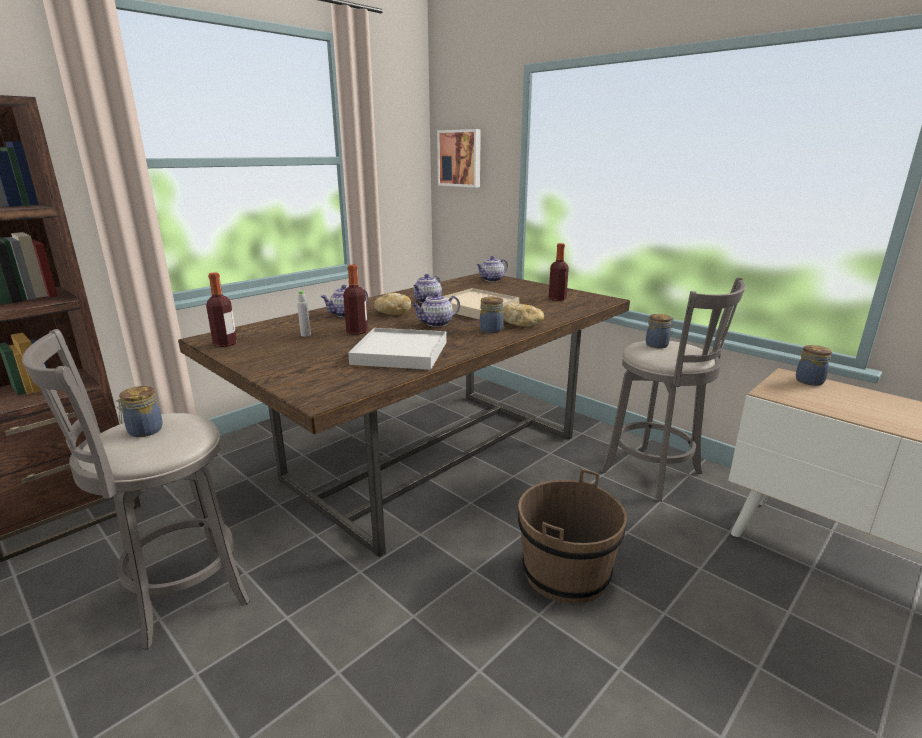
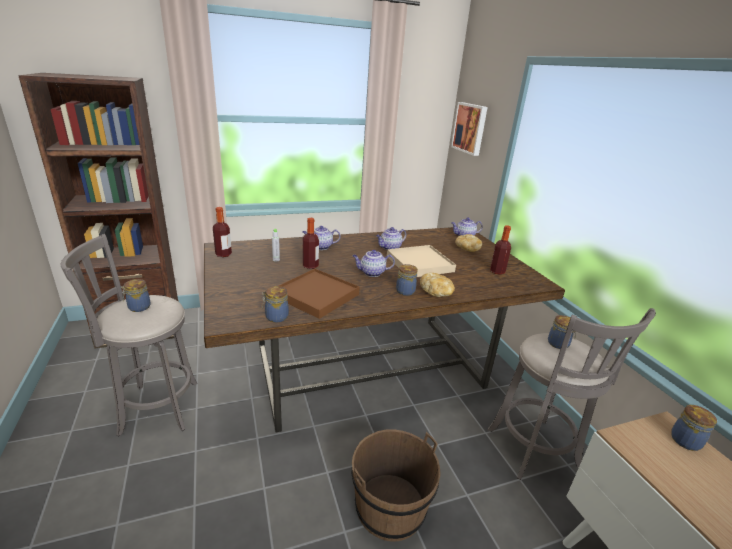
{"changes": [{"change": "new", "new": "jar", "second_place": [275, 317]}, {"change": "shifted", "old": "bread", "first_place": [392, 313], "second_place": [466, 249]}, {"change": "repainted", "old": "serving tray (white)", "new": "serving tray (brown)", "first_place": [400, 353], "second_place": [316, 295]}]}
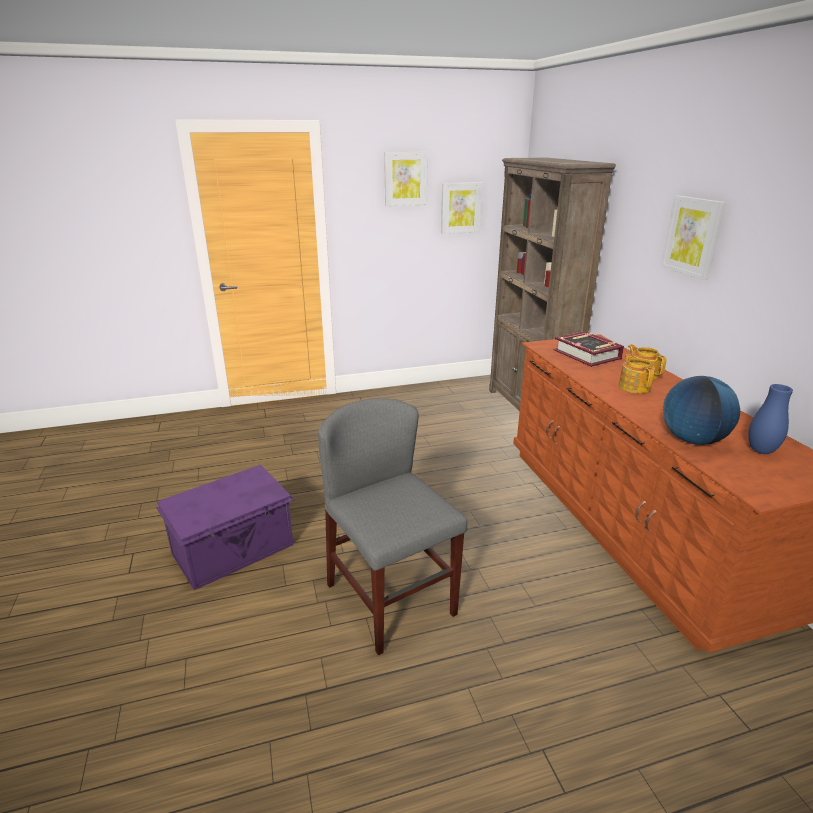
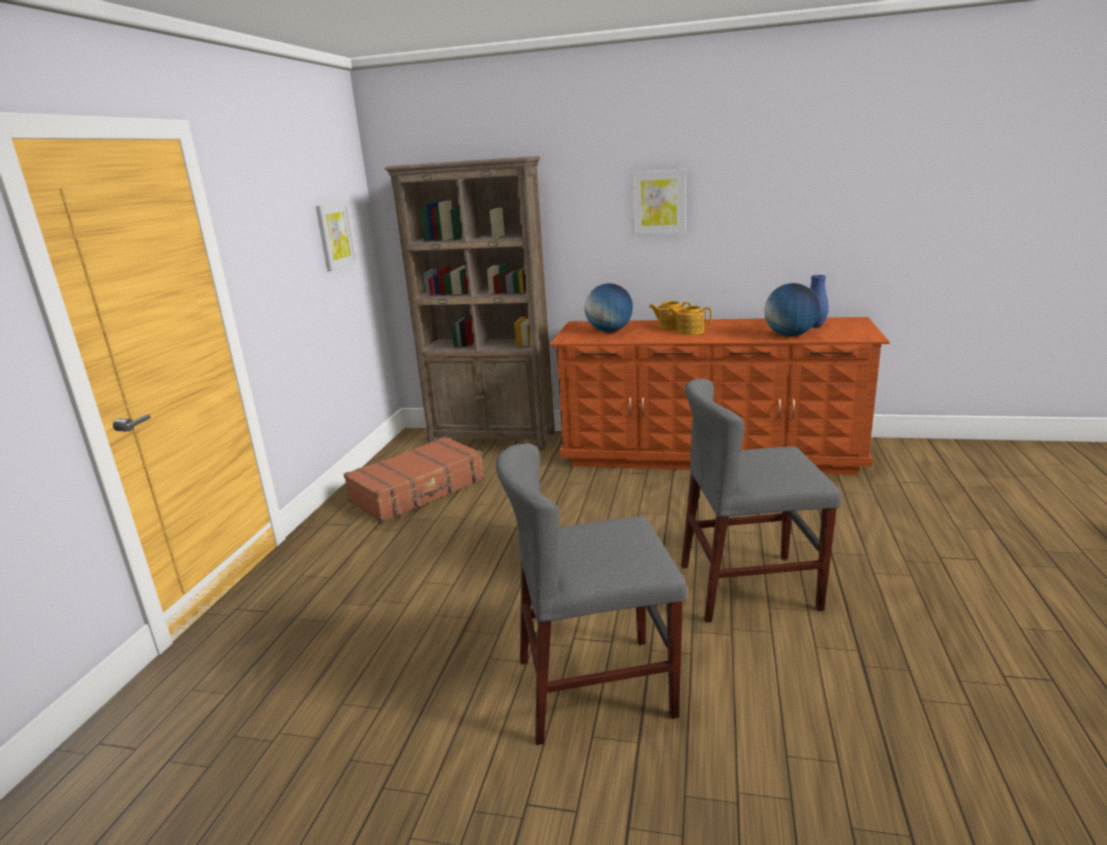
{"changes": [{"change": "gone", "old": "picture", "first_place": [405, 178]}, {"change": "new", "new": "suitcase (brown)", "second_place": [419, 491]}, {"change": "swapped", "old": "storage box (purplish)", "new": "upright chair (grey)", "first_place": [234, 550], "second_place": [595, 687]}, {"change": "swapped", "old": "book", "new": "globe", "first_place": [587, 354], "second_place": [609, 331]}]}
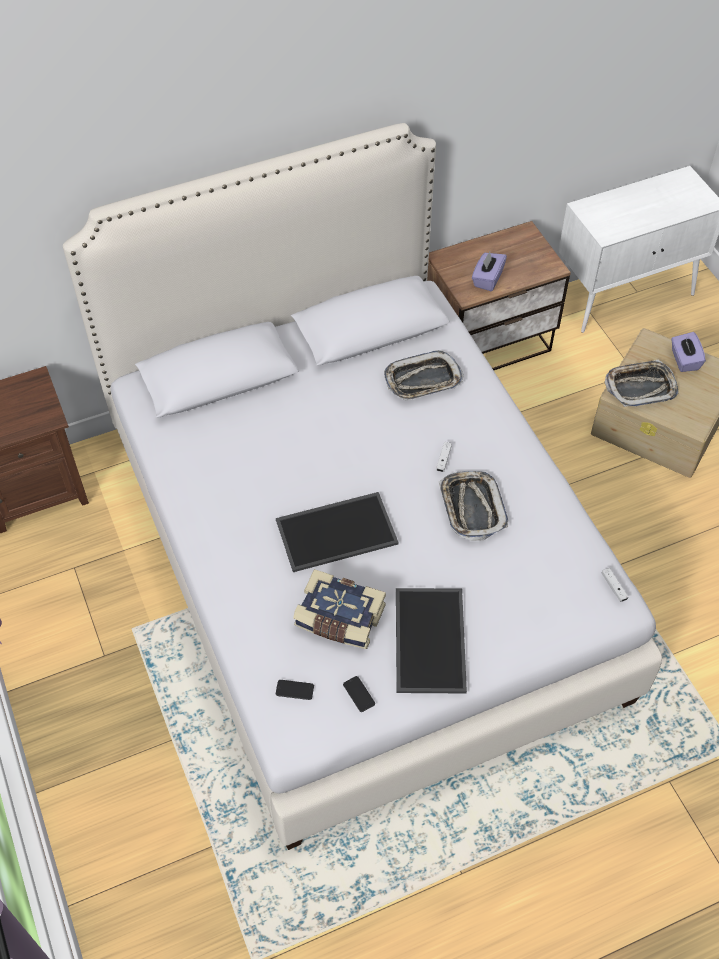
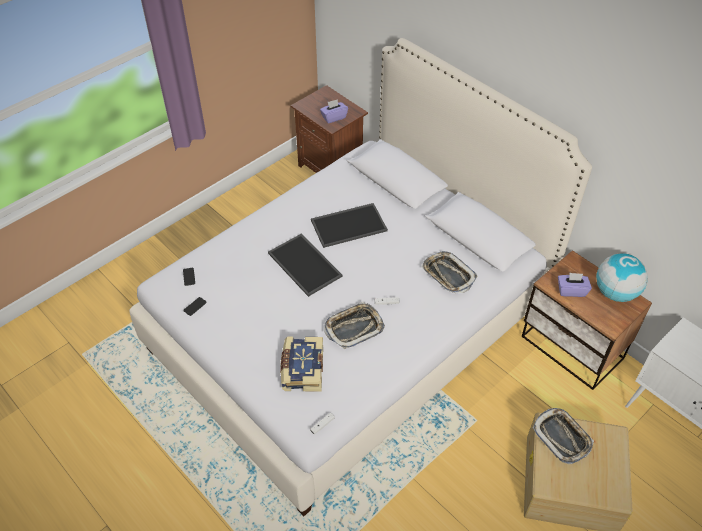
{"changes": [{"change": "new", "new": "globe", "second_place": [615, 292]}, {"change": "shifted", "old": "book", "first_place": [339, 619], "second_place": [302, 369]}, {"change": "shifted", "old": "serving tray", "first_place": [428, 639], "second_place": [349, 224]}, {"change": "shifted", "old": "tissue holder (purplish)", "first_place": [684, 360], "second_place": [334, 117]}]}
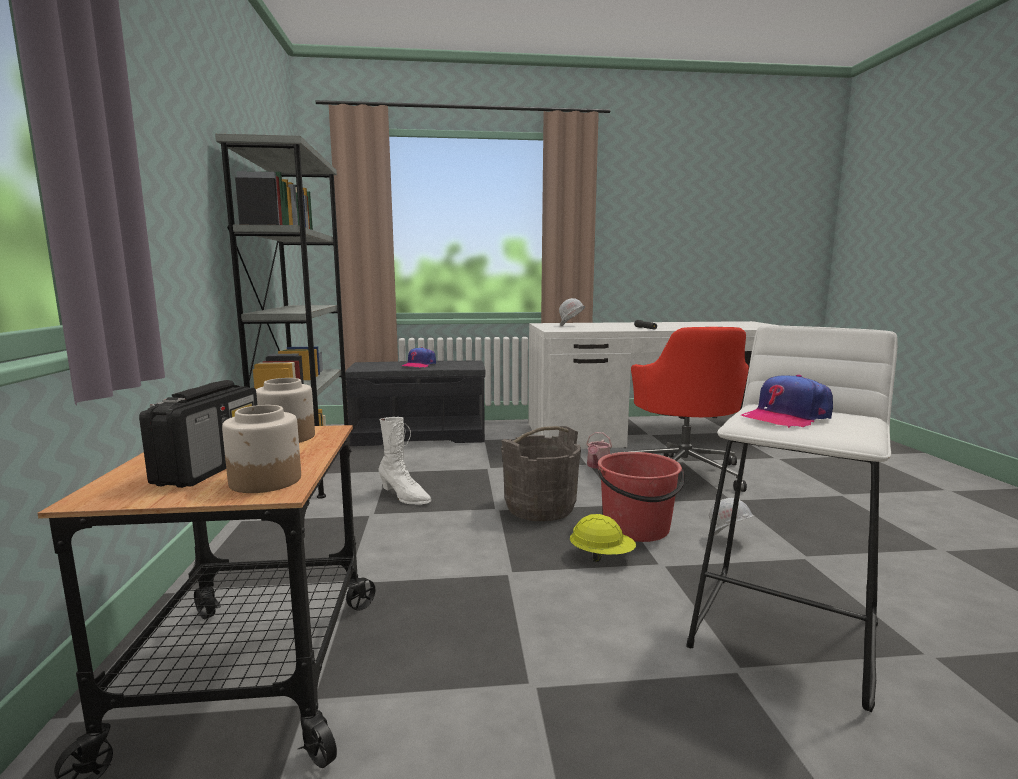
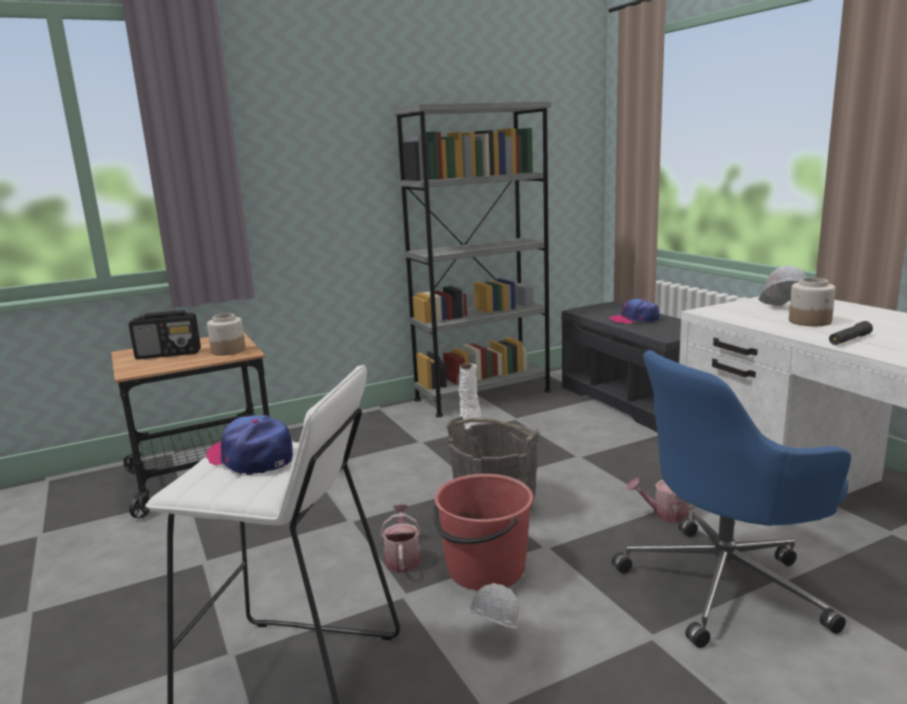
{"changes": [{"change": "shifted", "old": "jar", "first_place": [266, 481], "second_place": [810, 321]}, {"change": "swapped", "old": "safety helmet (yellow-coloured)", "new": "sprinkling can", "first_place": [602, 557], "second_place": [402, 558]}, {"change": "repainted", "old": "desk chair (reddish)", "new": "desk chair (blue-coloured)", "first_place": [684, 472], "second_place": [726, 584]}]}
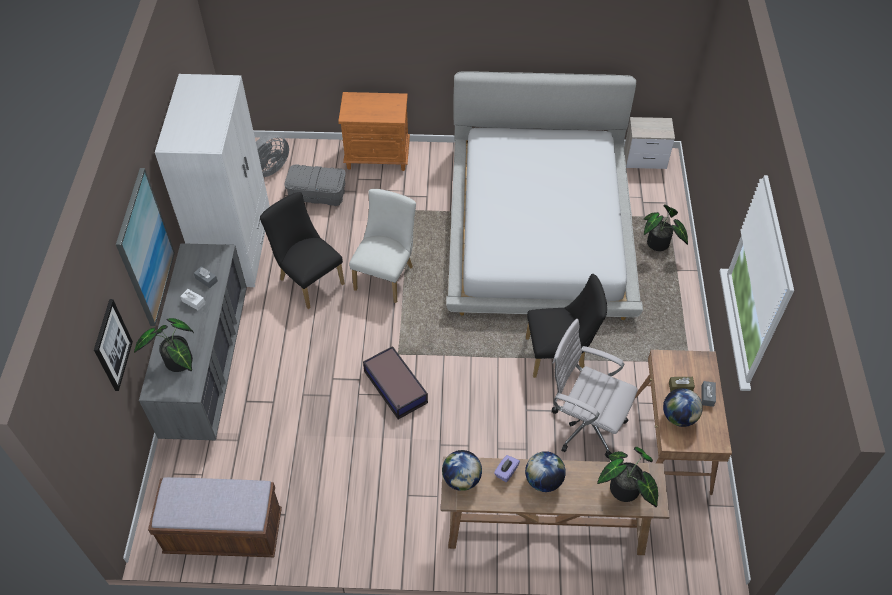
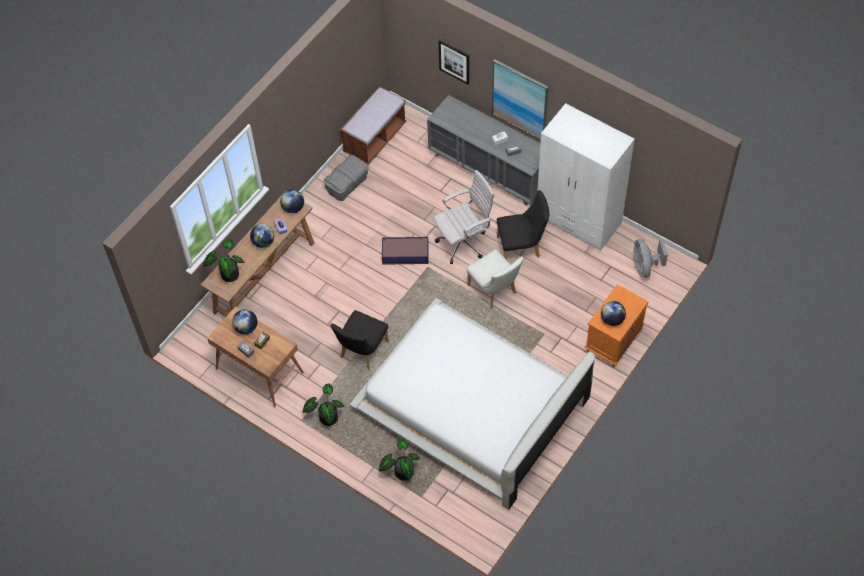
{"changes": [{"change": "gone", "old": "night table", "first_place": [645, 159]}, {"change": "new", "new": "globe", "second_place": [612, 319]}, {"change": "shifted", "old": "potted plant", "first_place": [178, 364], "second_place": [326, 417]}, {"change": "shifted", "old": "storage box (grey)", "first_place": [317, 194], "second_place": [347, 184]}, {"change": "shifted", "old": "desk chair (white)", "first_place": [584, 424], "second_place": [464, 242]}]}
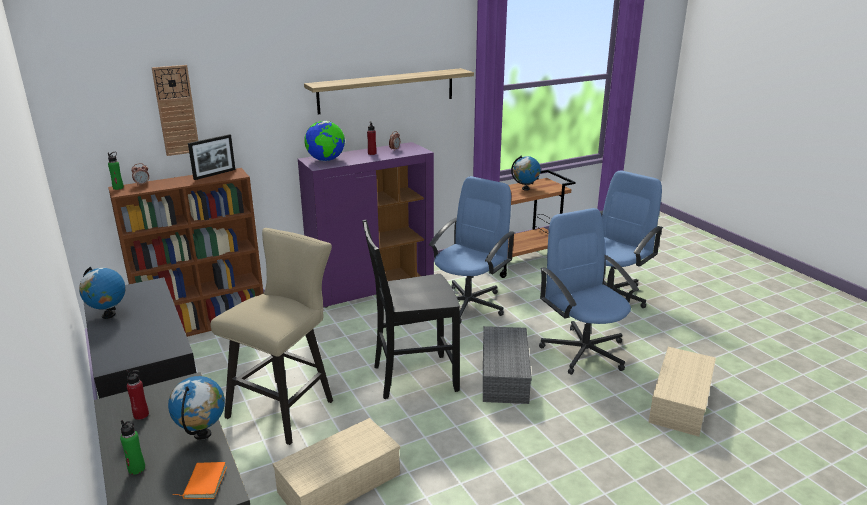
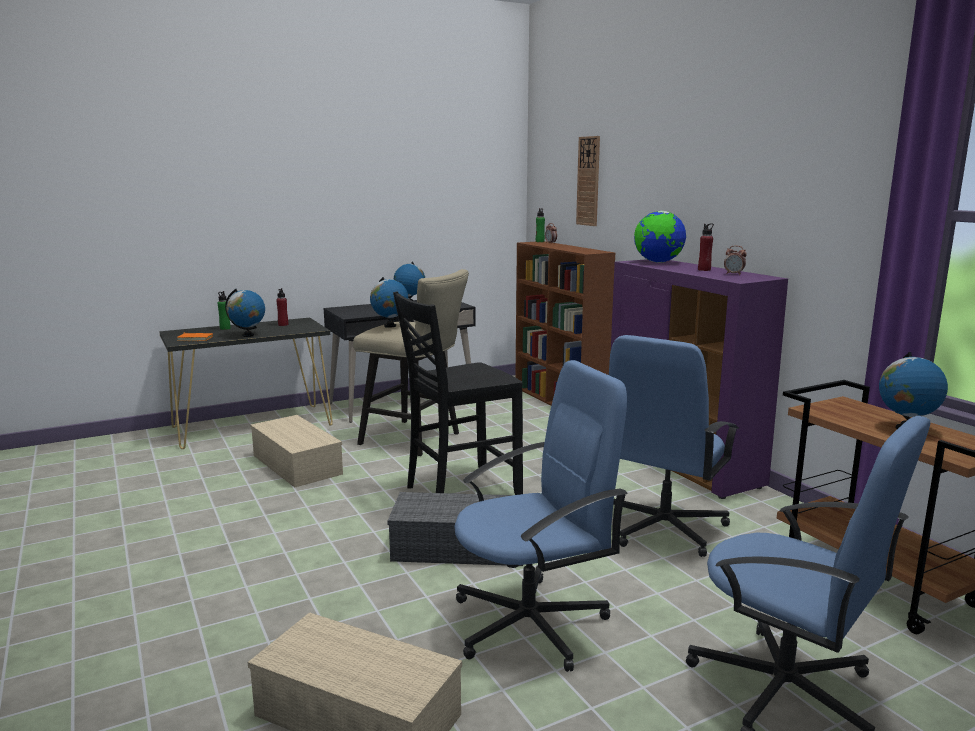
{"changes": [{"change": "gone", "old": "photo frame", "first_place": [214, 174]}, {"change": "gone", "old": "shelf", "first_place": [387, 90]}, {"change": "new", "new": "globe", "second_place": [390, 326]}, {"change": "rotated", "old": "upright chair (blackish)", "first_place": [413, 377], "second_place": [460, 491], "degrees": -105}, {"change": "rotated", "old": "desk chair (blue-coloured)", "first_place": [469, 304], "second_place": [662, 527], "degrees": 90}]}
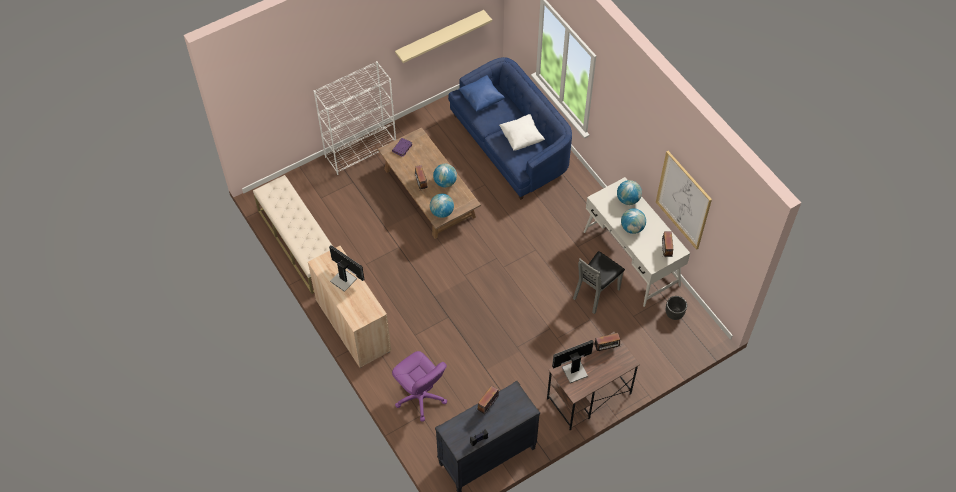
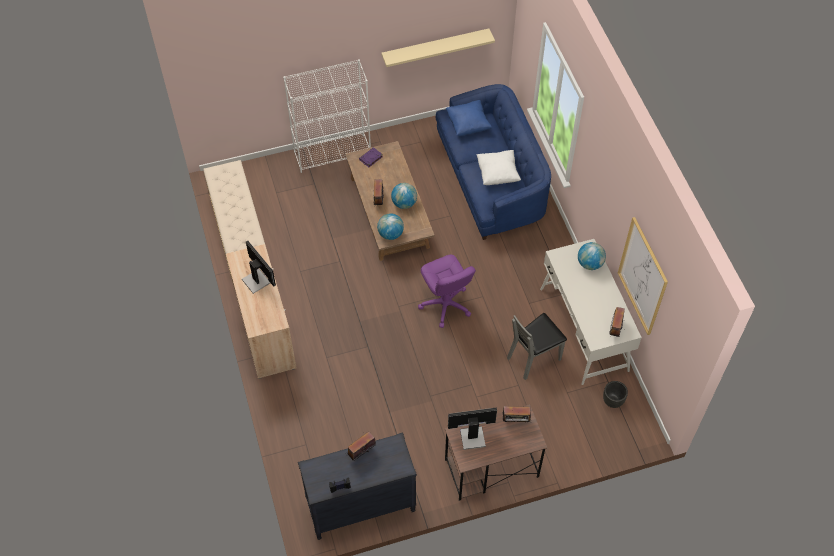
{"changes": [{"change": "gone", "old": "globe", "first_place": [632, 228]}, {"change": "shifted", "old": "desk chair (purplish)", "first_place": [420, 397], "second_place": [445, 305]}]}
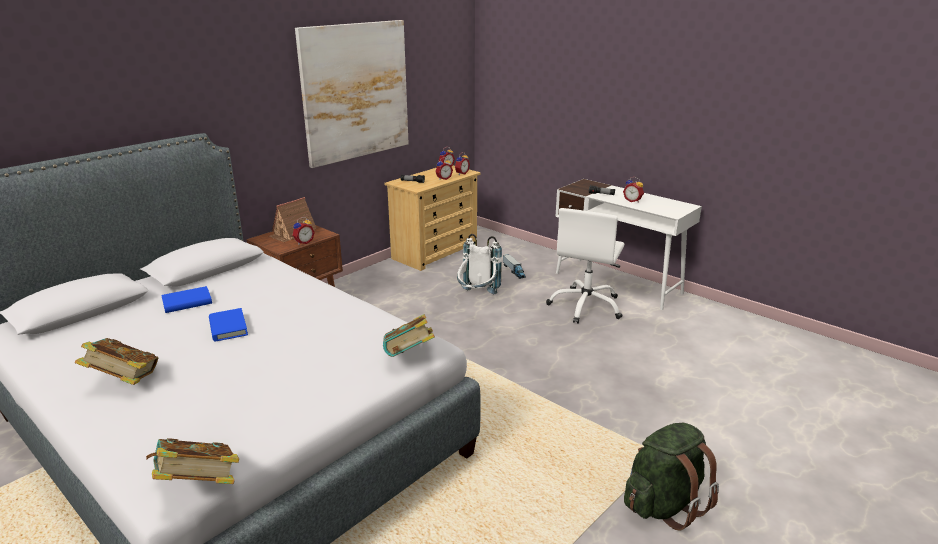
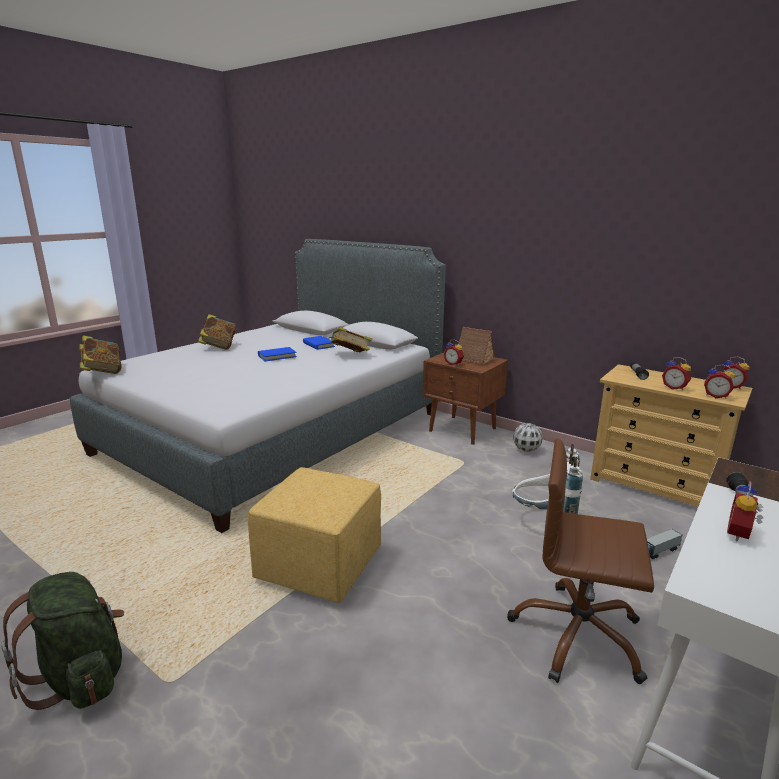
{"changes": [{"change": "gone", "old": "picture", "first_place": [356, 91]}, {"change": "new", "new": "footrest (yellow-coloured)", "second_place": [321, 567]}, {"change": "new", "new": "football", "second_place": [527, 450]}, {"change": "shifted", "old": "book", "first_place": [409, 357], "second_place": [349, 355]}, {"change": "repainted", "old": "desk chair (white)", "new": "desk chair (brown)", "first_place": [586, 306], "second_place": [577, 635]}]}
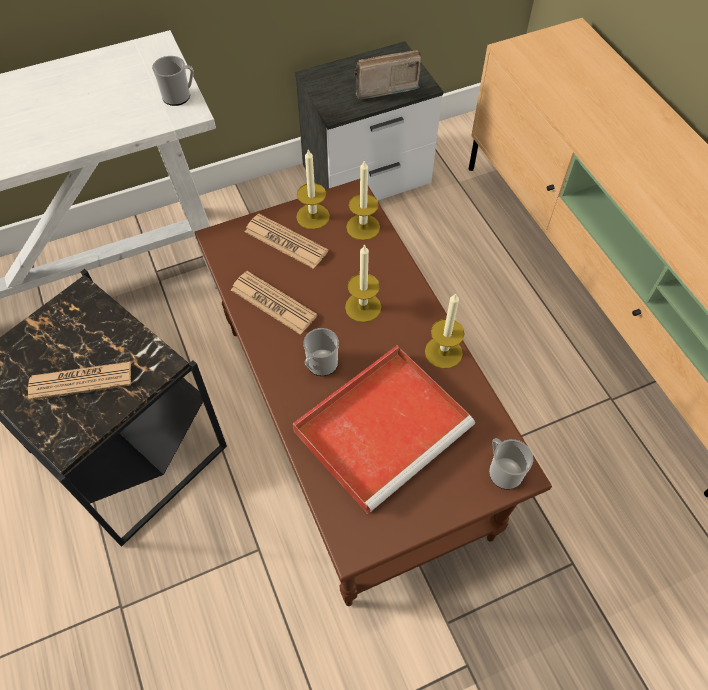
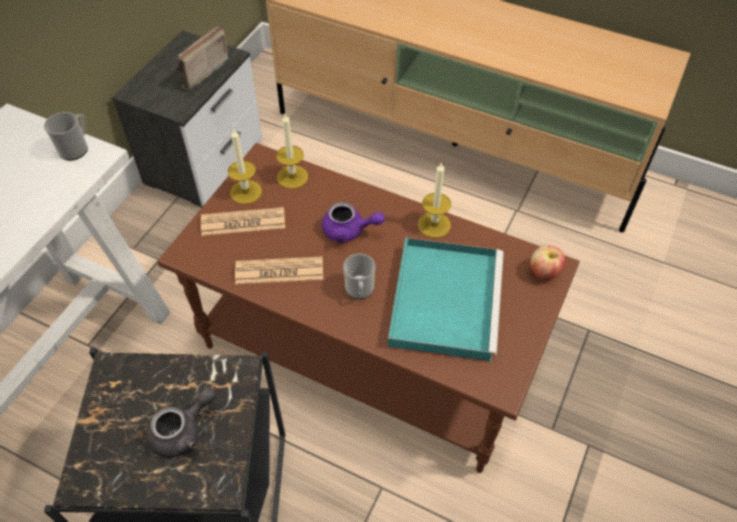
{"changes": [{"change": "swapped", "old": "printed paper", "new": "tea pot (grey)", "first_place": [81, 381], "second_place": [183, 431]}, {"change": "swapped", "old": "candle", "new": "tea pot (purplish)", "first_place": [363, 307], "second_place": [349, 231]}, {"change": "swapped", "old": "mug", "new": "apple", "first_place": [502, 470], "second_place": [544, 272]}, {"change": "repainted", "old": "serving tray (reddish)", "new": "serving tray (blue-green)", "first_place": [384, 426], "second_place": [444, 299]}]}
